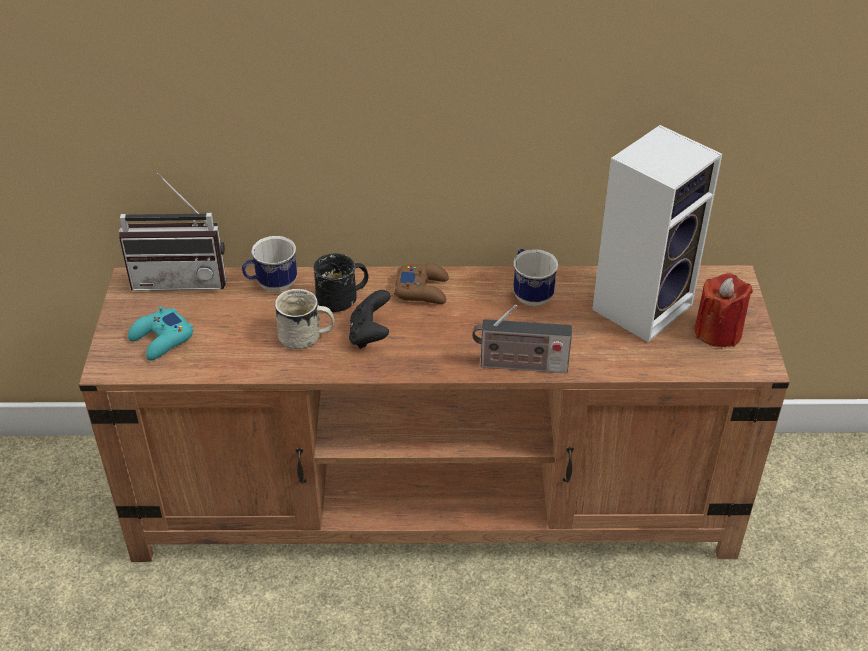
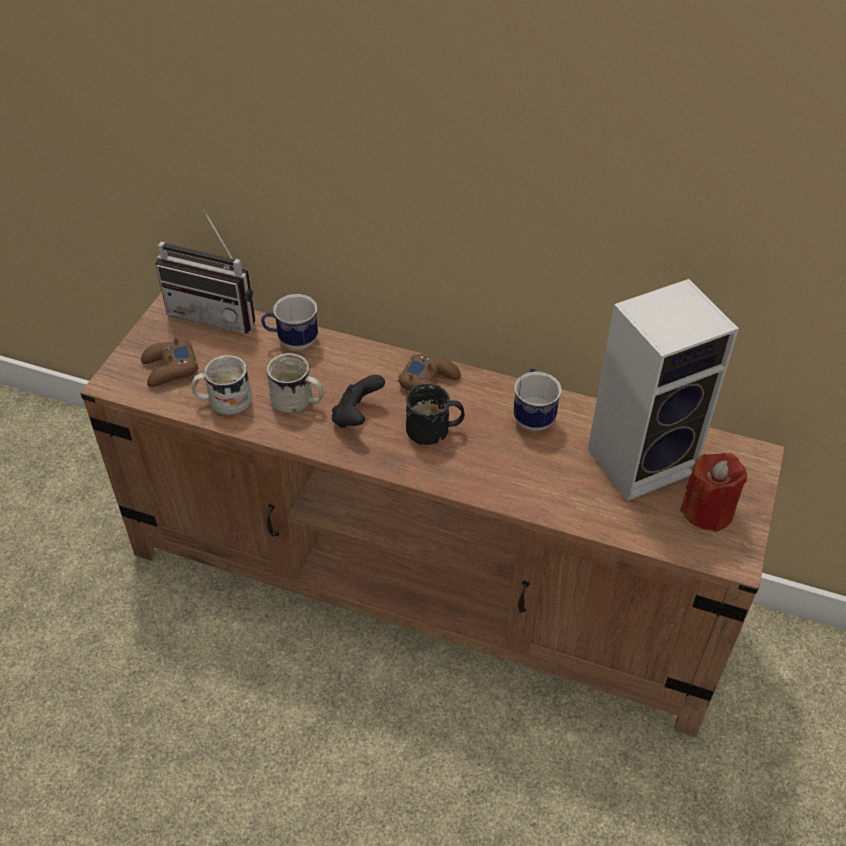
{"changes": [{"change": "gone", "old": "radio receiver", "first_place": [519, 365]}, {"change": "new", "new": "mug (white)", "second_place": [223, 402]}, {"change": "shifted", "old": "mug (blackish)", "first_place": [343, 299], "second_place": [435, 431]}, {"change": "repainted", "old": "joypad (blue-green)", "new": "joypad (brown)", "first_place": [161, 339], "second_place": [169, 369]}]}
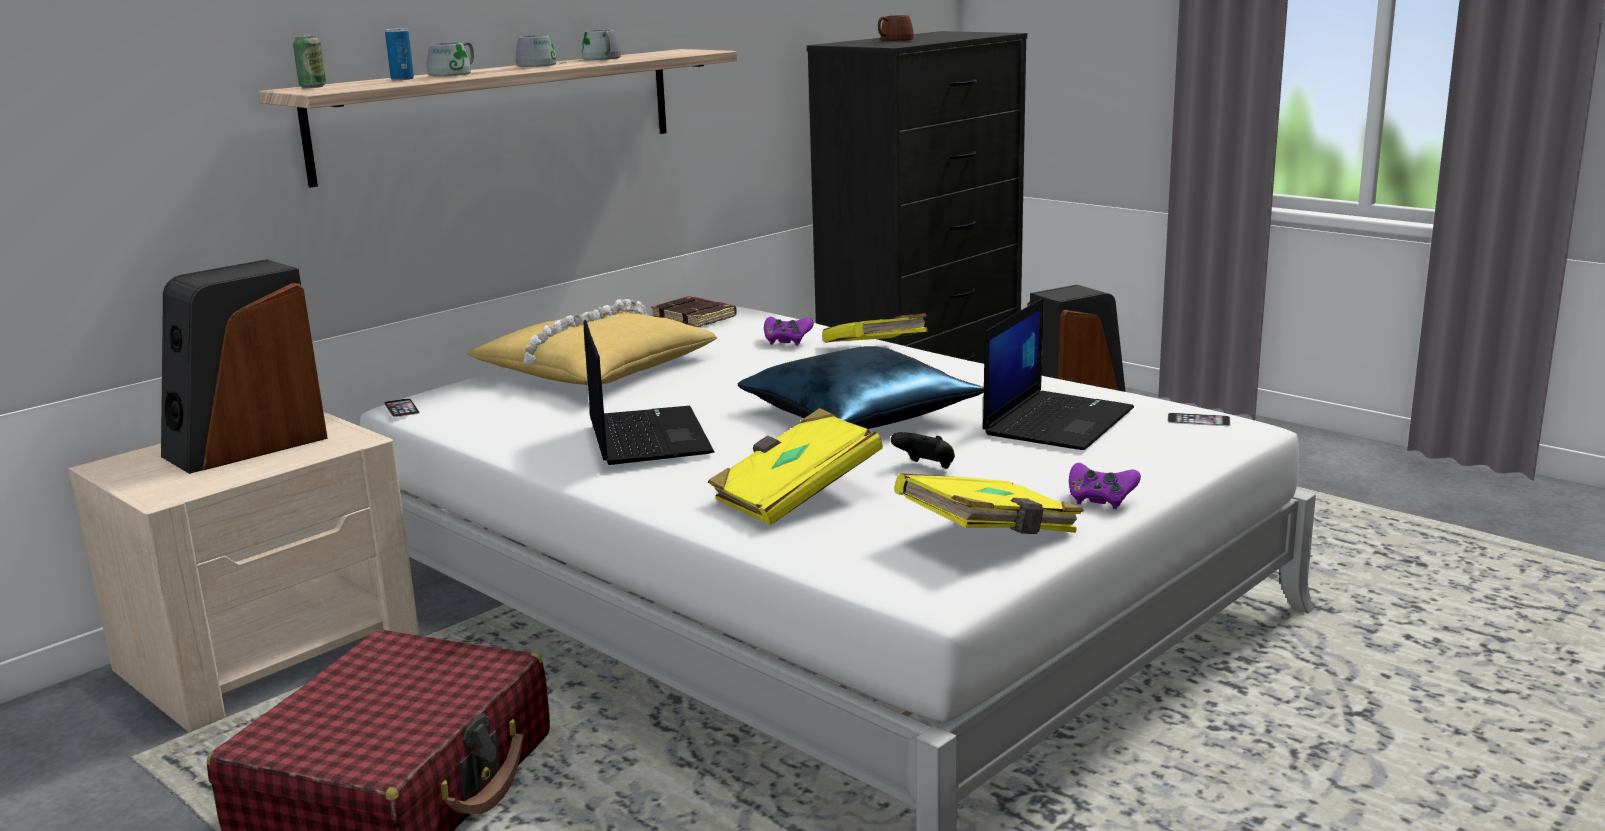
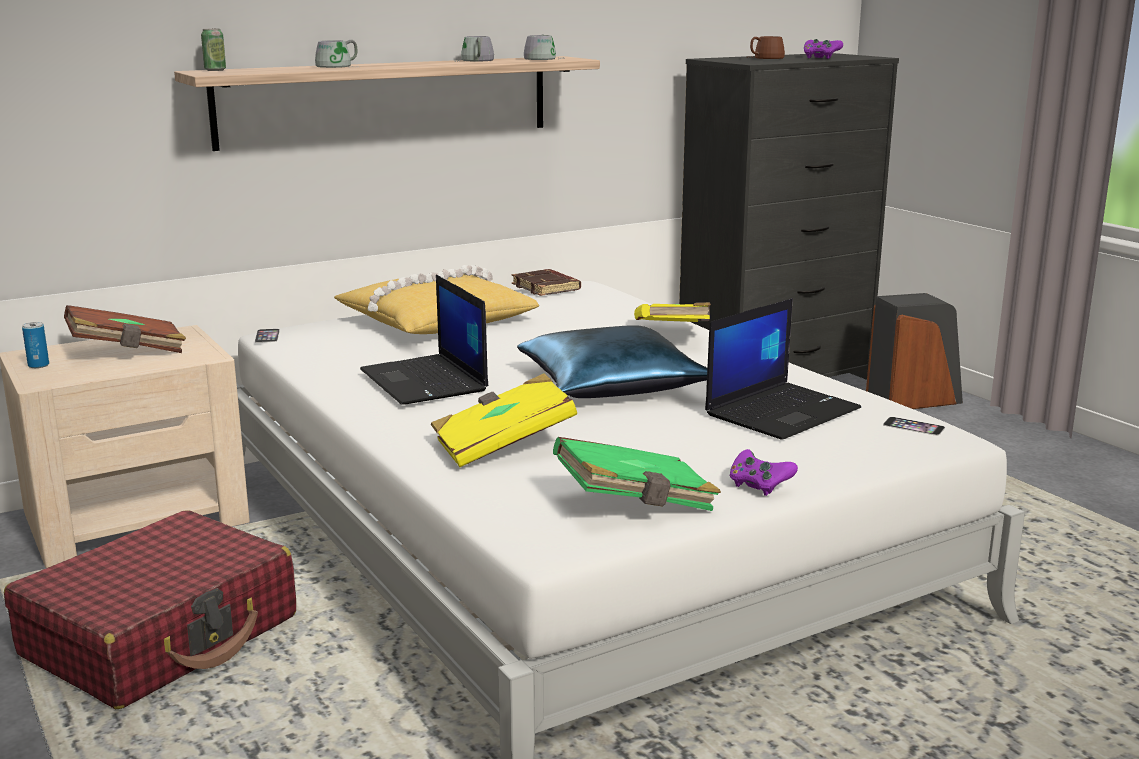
{"changes": [{"change": "gone", "old": "joypad (blackish)", "first_place": [926, 468]}, {"change": "shifted", "old": "sealed can", "first_place": [402, 79], "second_place": [38, 365]}, {"change": "shifted", "old": "mug (grey)", "first_place": [541, 65], "second_place": [544, 59]}, {"change": "shifted", "old": "joypad (purplish)", "first_place": [786, 341], "second_place": [820, 58]}, {"change": "swapped", "old": "audio speaker", "new": "book (brown)", "first_place": [246, 446], "second_place": [127, 351]}, {"change": "repainted", "old": "book (yellow-coloured)", "new": "book (green)", "first_place": [991, 536], "second_place": [635, 503]}, {"change": "rotated", "old": "notebook computer", "first_place": [646, 436], "second_place": [426, 381], "degrees": 150}]}
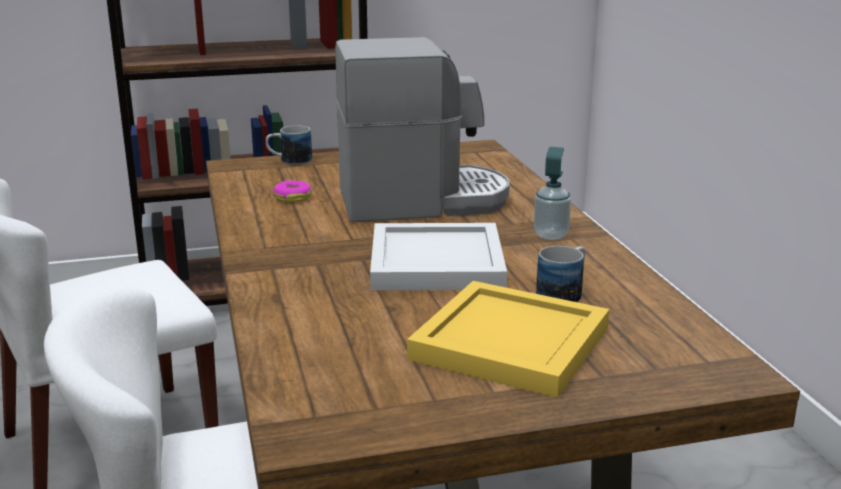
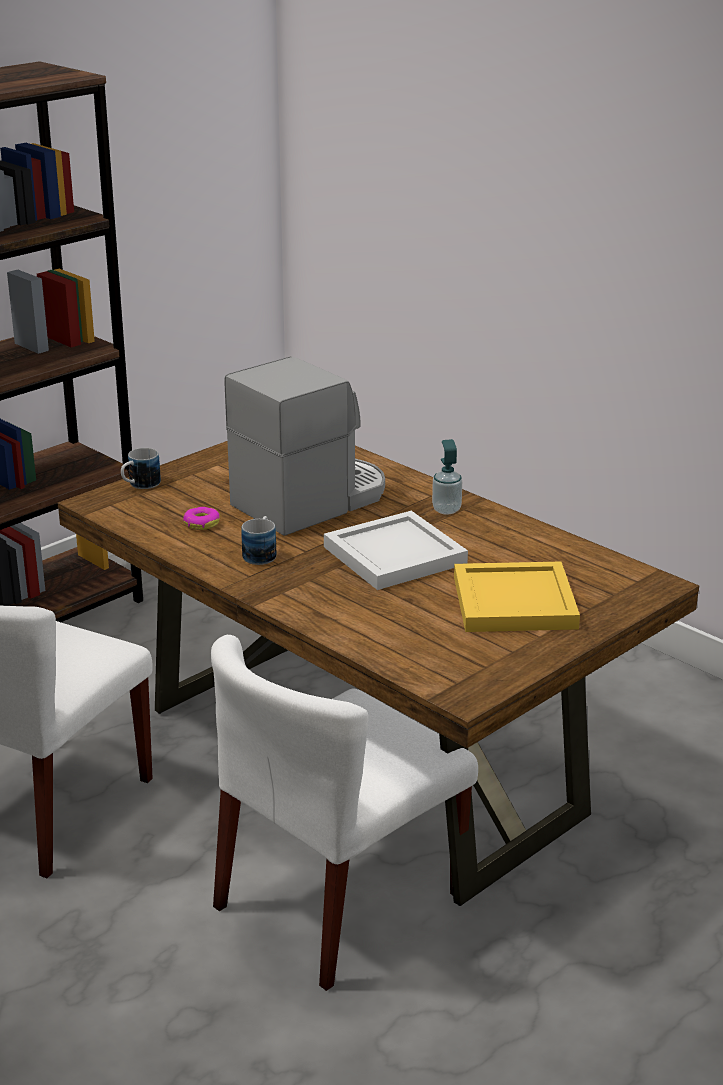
{"changes": [{"change": "shifted", "old": "mug", "first_place": [564, 293], "second_place": [261, 553]}]}
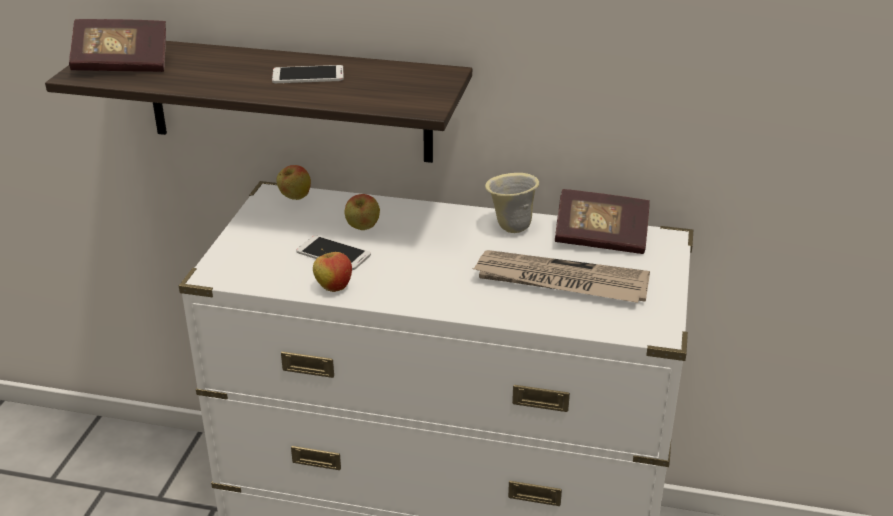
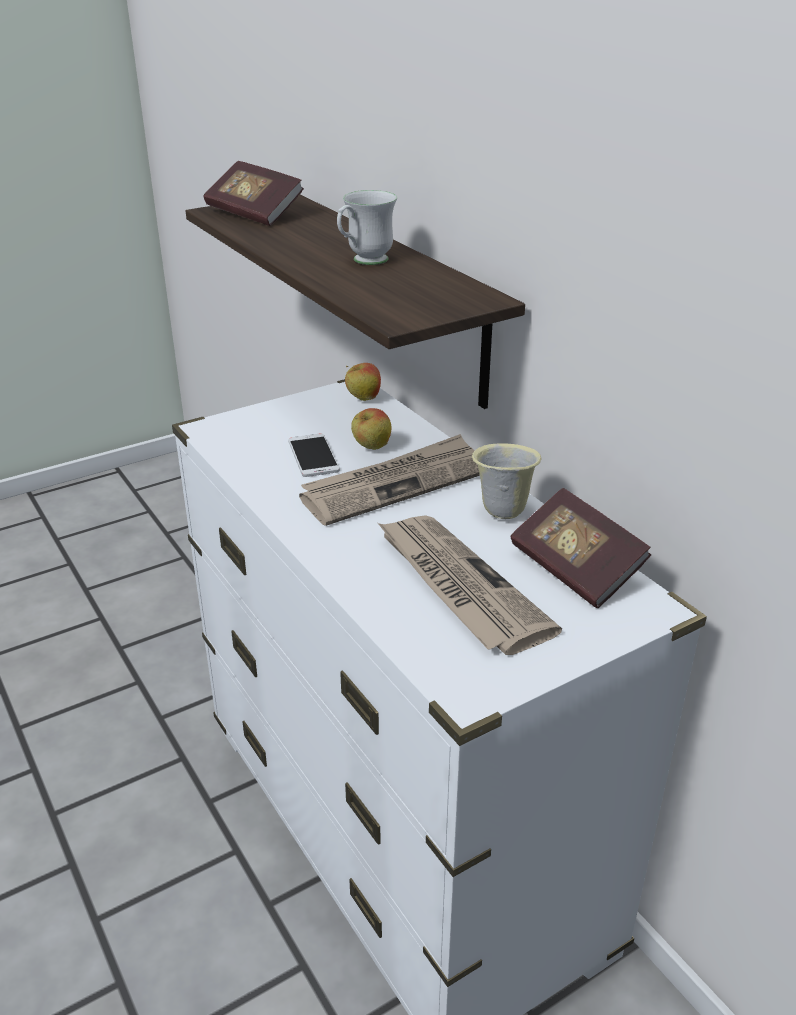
{"changes": [{"change": "gone", "old": "apple", "first_place": [333, 287]}, {"change": "new", "new": "printed paper", "second_place": [395, 484]}, {"change": "swapped", "old": "phone", "new": "mug (white)", "first_place": [308, 75], "second_place": [364, 262]}]}
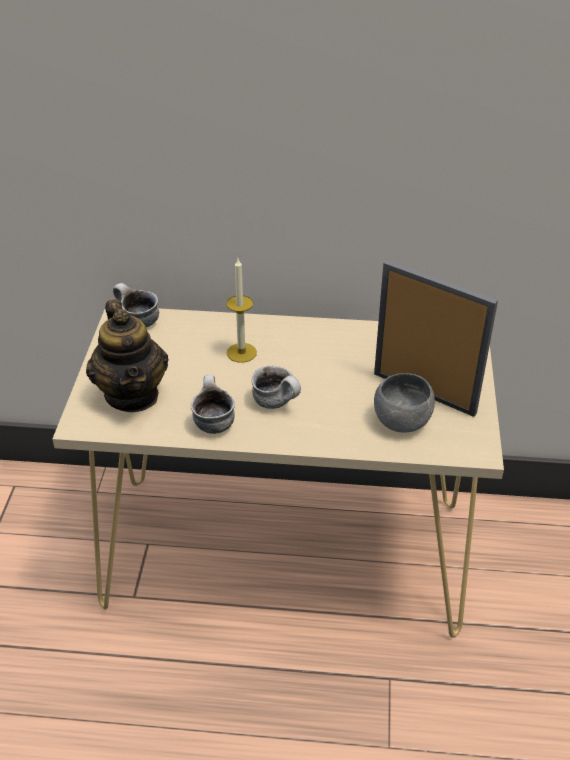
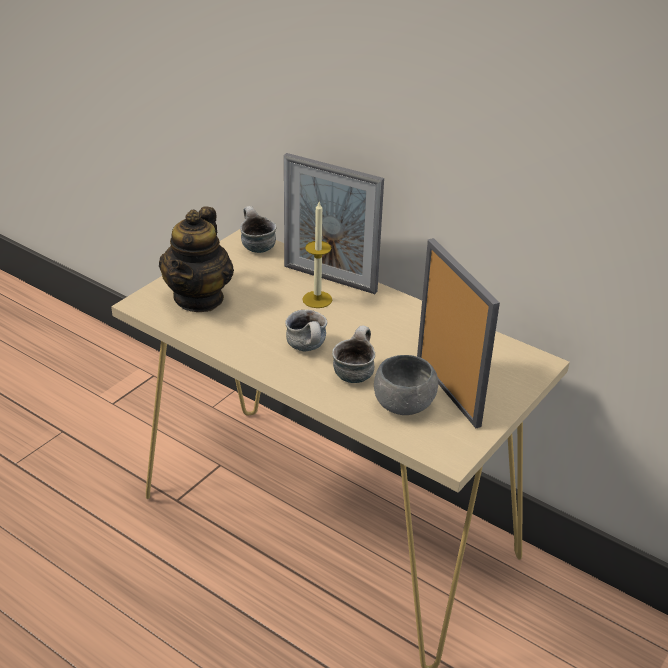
{"changes": [{"change": "new", "new": "photo frame", "second_place": [330, 279]}, {"change": "shifted", "old": "mug", "first_place": [212, 421], "second_place": [354, 372]}]}
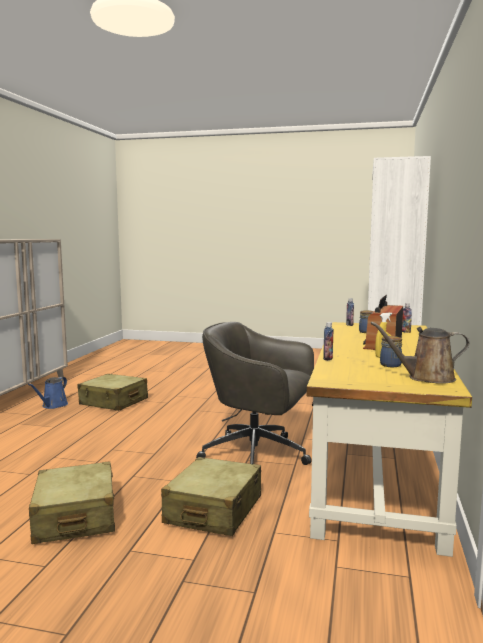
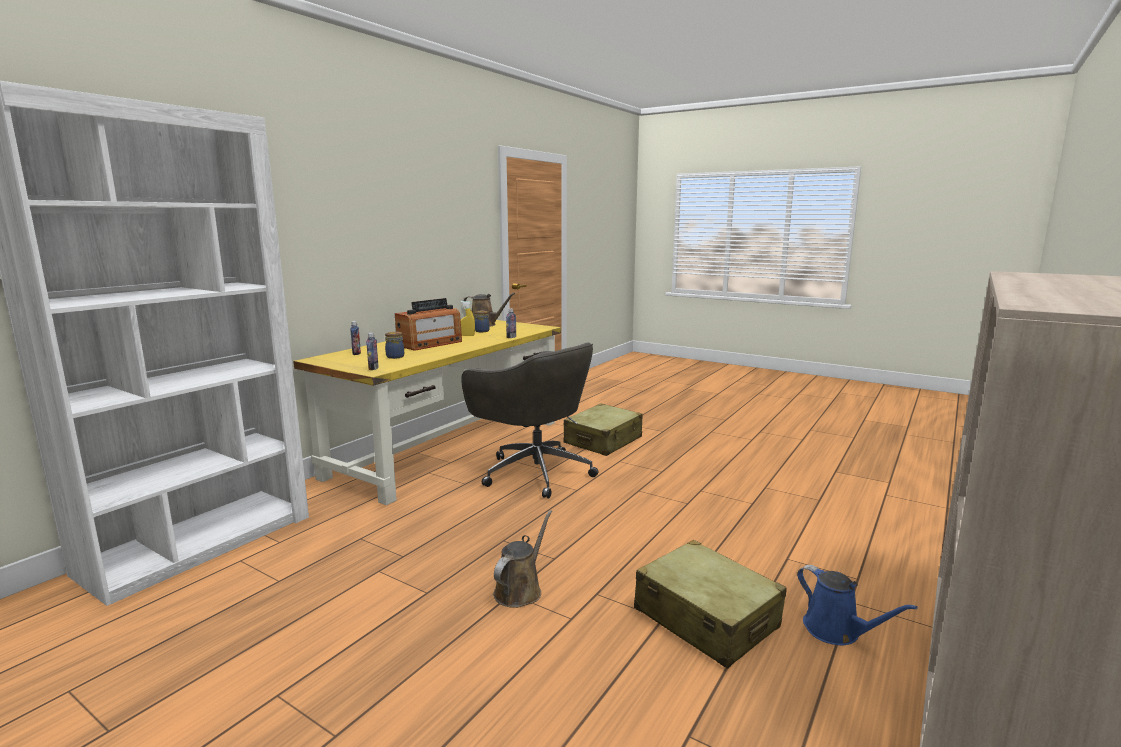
{"changes": [{"change": "gone", "old": "suitcase (beige)", "first_place": [75, 517]}, {"change": "new", "new": "sprinkling can (brown)", "second_place": [520, 590]}, {"change": "rotated", "old": "sprinkling can (blue-coloured)", "first_place": [53, 405], "second_place": [836, 631], "degrees": 105}]}
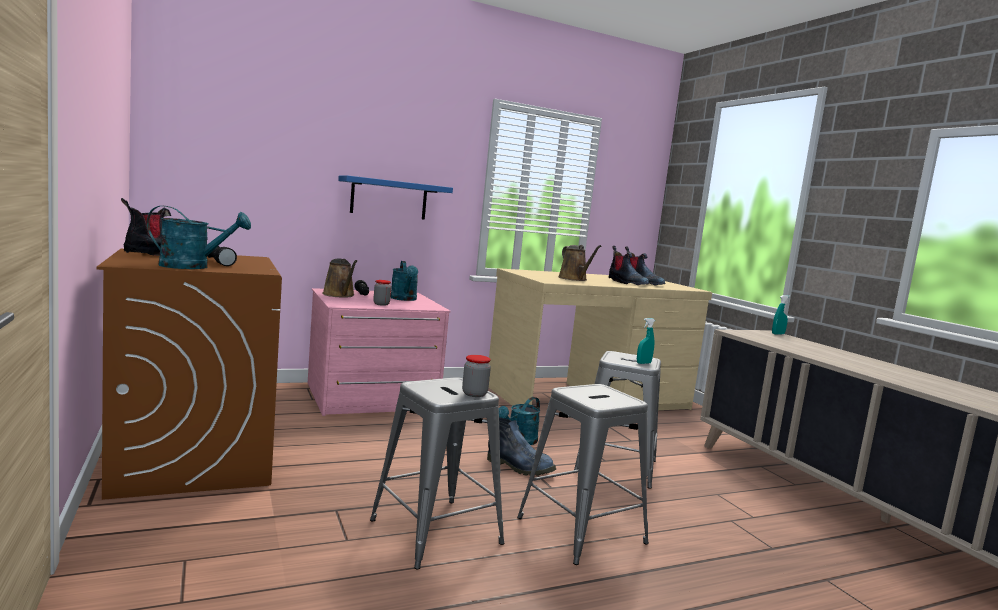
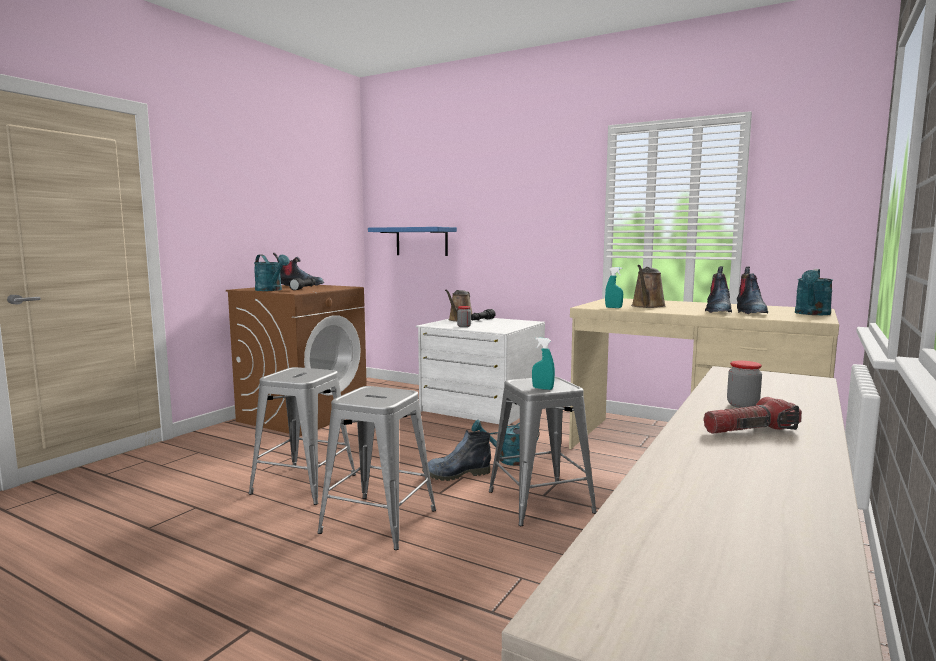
{"changes": [{"change": "new", "new": "flashlight", "second_place": [750, 430]}, {"change": "shifted", "old": "shelf (blue-coloured)", "first_place": [389, 198], "second_place": [421, 241]}, {"change": "shifted", "old": "sprinkling can (blue-green)", "first_place": [404, 299], "second_place": [812, 314]}, {"change": "shifted", "old": "jar", "first_place": [474, 394], "second_place": [742, 405]}, {"change": "shifted", "old": "spray bottle (blue-green)", "first_place": [778, 334], "second_place": [613, 307]}, {"change": "repainted", "old": "drawer chest (pinkish)", "new": "drawer chest (white)", "first_place": [371, 397], "second_place": [481, 408]}, {"change": "rotated", "old": "high-top boot", "first_place": [521, 468], "second_place": [456, 475], "degrees": 75}]}
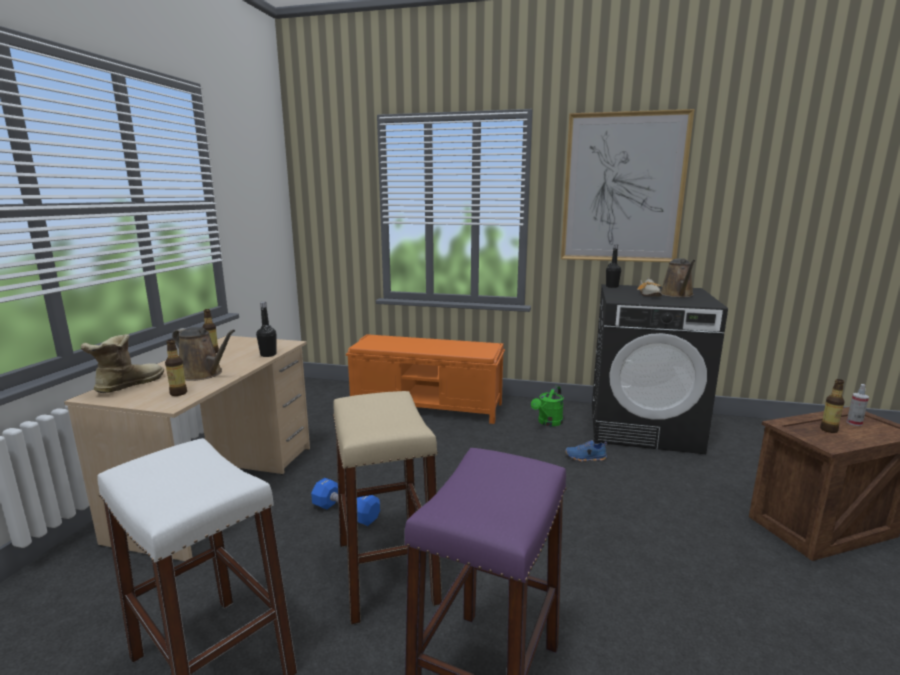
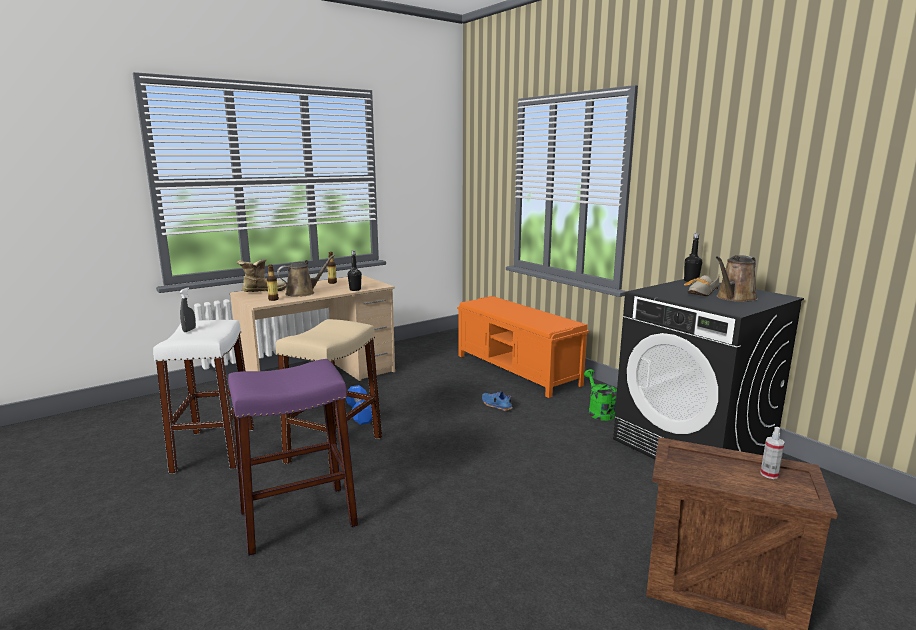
{"changes": [{"change": "gone", "old": "picture", "first_place": [623, 188]}, {"change": "gone", "old": "drink bottle", "first_place": [828, 430]}, {"change": "new", "new": "spray bottle (grey)", "second_place": [189, 330]}, {"change": "shifted", "old": "item of footwear (blue-coloured)", "first_place": [585, 458], "second_place": [496, 405]}, {"change": "rotated", "old": "sprinkling can (brown)", "first_place": [203, 374], "second_place": [303, 293], "degrees": -105}, {"change": "rotated", "old": "sprinkling can (green)", "first_place": [548, 422], "second_place": [598, 412], "degrees": 90}]}
